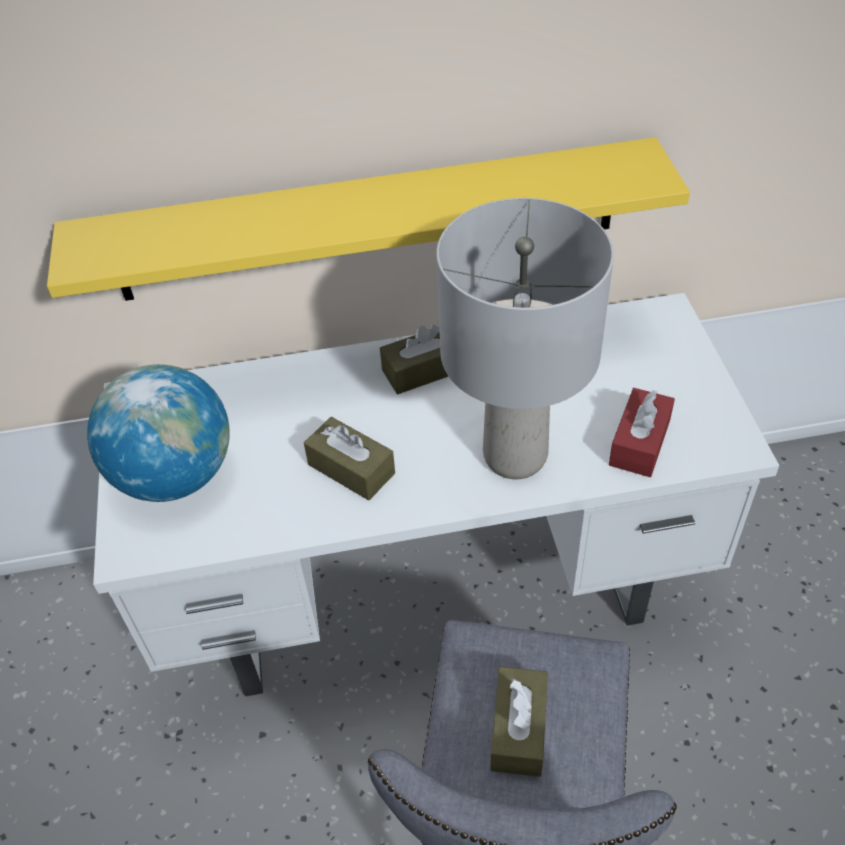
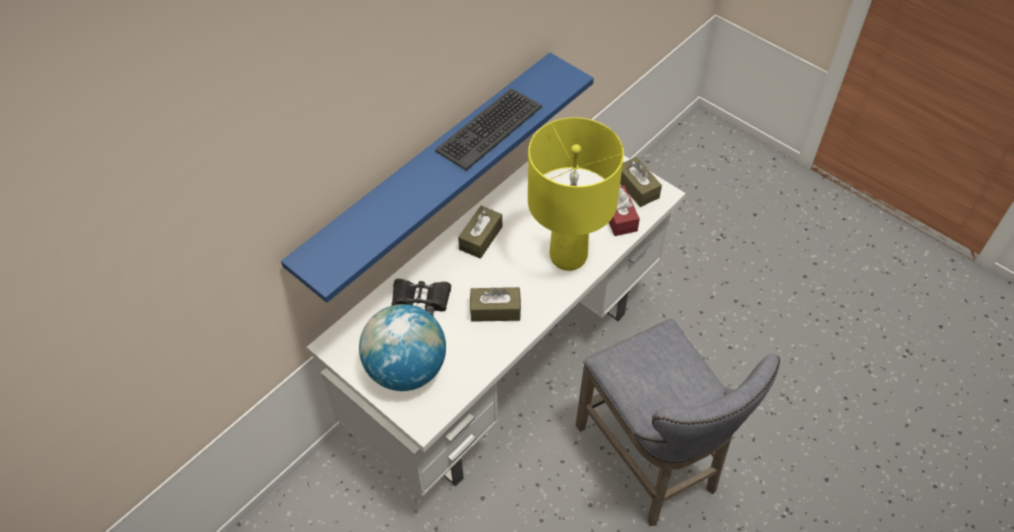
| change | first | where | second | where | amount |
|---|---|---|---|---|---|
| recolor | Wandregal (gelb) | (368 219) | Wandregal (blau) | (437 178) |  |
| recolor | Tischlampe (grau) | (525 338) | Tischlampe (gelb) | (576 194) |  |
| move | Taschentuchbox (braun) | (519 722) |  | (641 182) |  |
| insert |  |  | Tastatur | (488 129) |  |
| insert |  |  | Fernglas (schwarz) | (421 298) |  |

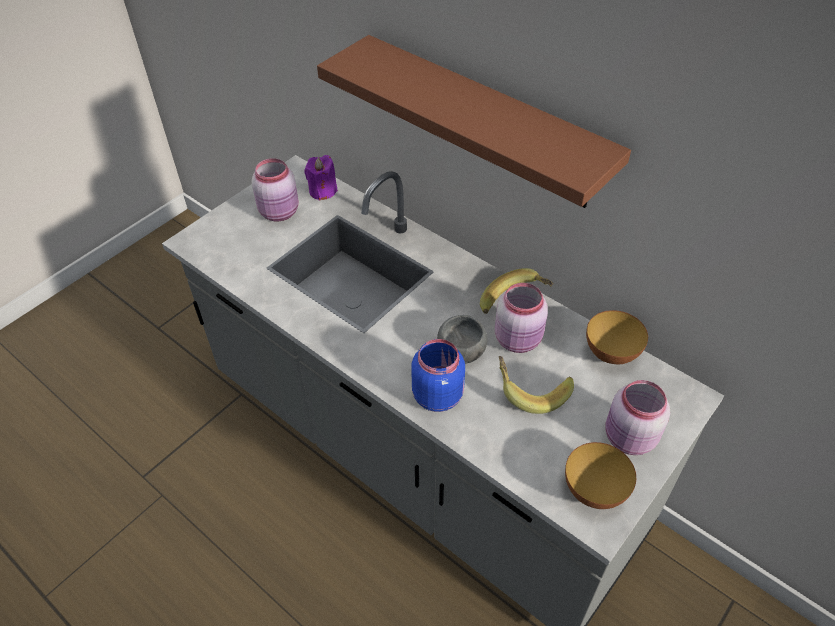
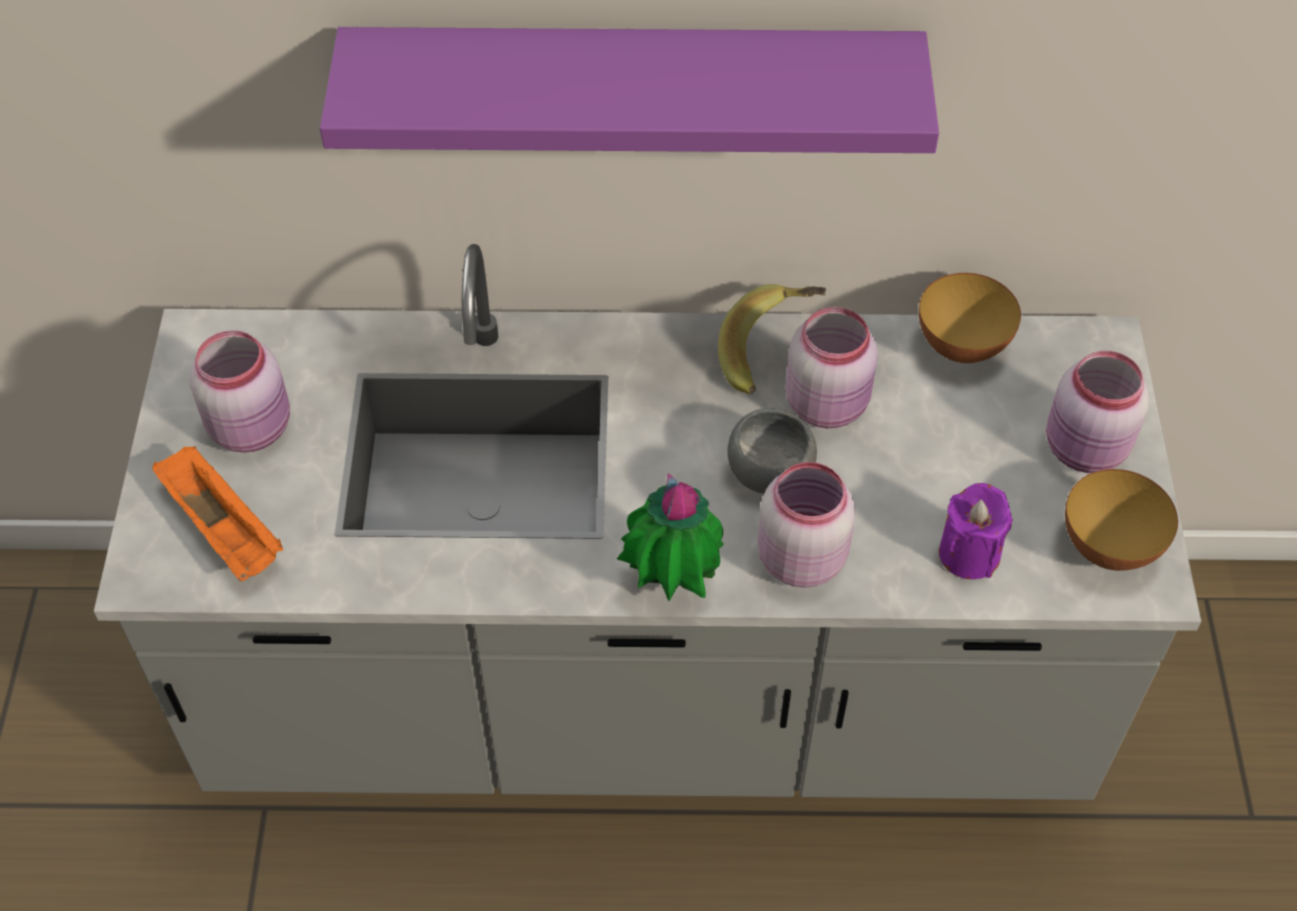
| change | first | where | second | where | amount |
|---|---|---|---|---|---|
| recolor | Wandregal (braun) | (474 121) | Wandregal (lila) | (629 90) |  |
| move | Kerze (lila) | (321 178) |  | (975 531) |  |
| recolor | Vorratsglas (blau) | (438 375) | Vorratsglas (rosa) | (806 525) |  |
| delete | Banane | (536 385) |  |  |  |
| insert |  |  | Tablett (orange) | (218 513) |  |
| insert |  |  | Topfpflanze | (670 537) |  |

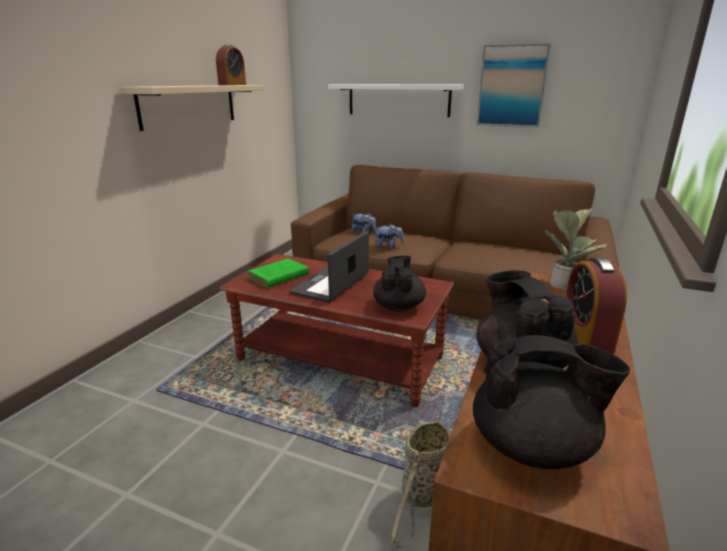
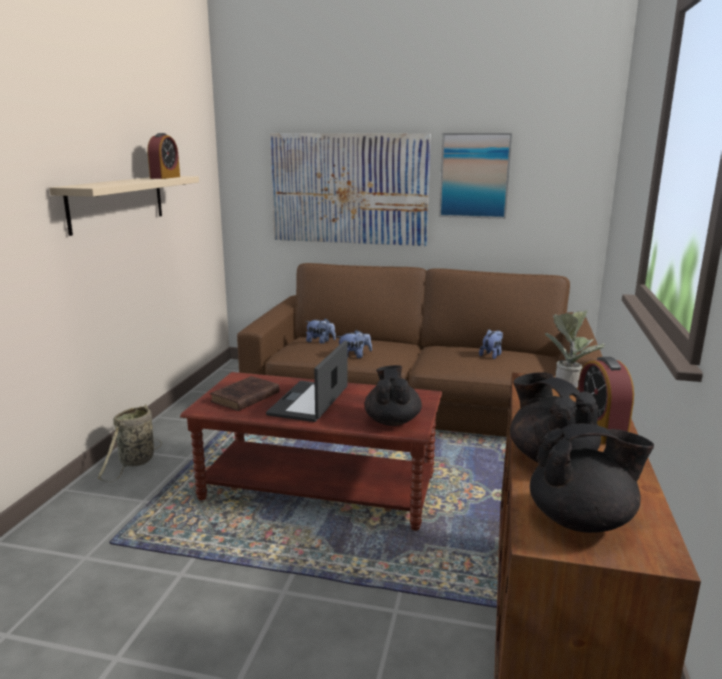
| change | first | where | second | where | amount |
|---|---|---|---|---|---|
| replace | Wandregal (weiß) | (396 100) | Bild | (350 189) |  |
| recolor | Buch (grün) | (278 273) | Buch (braun) | (245 393) |  |
| move | Korb | (421 481) |  | (130 443) |  |
| insert |  |  | Plüschtier | (491 344) |  |

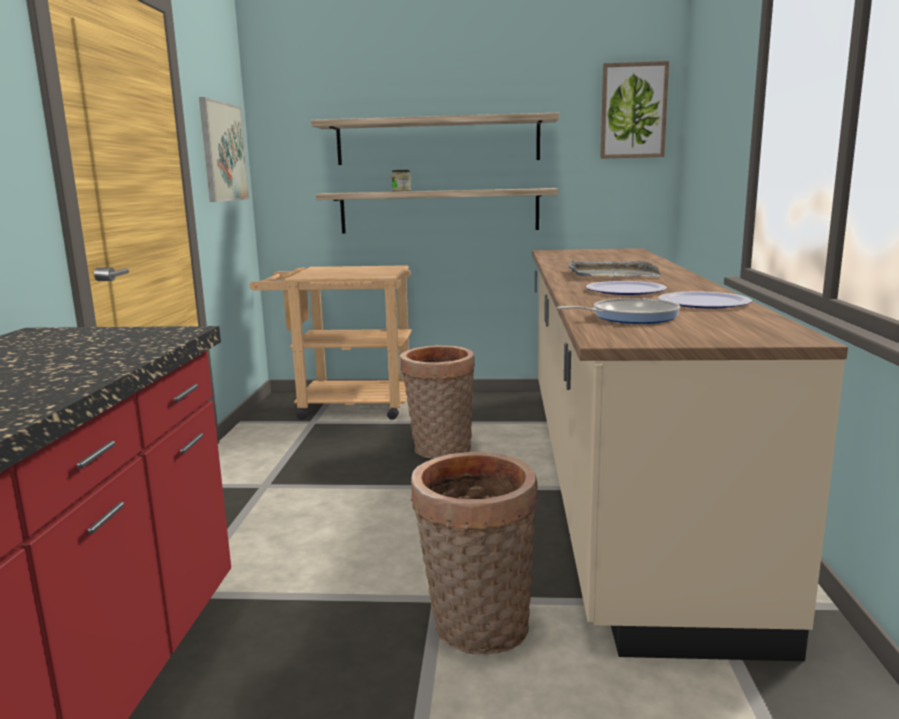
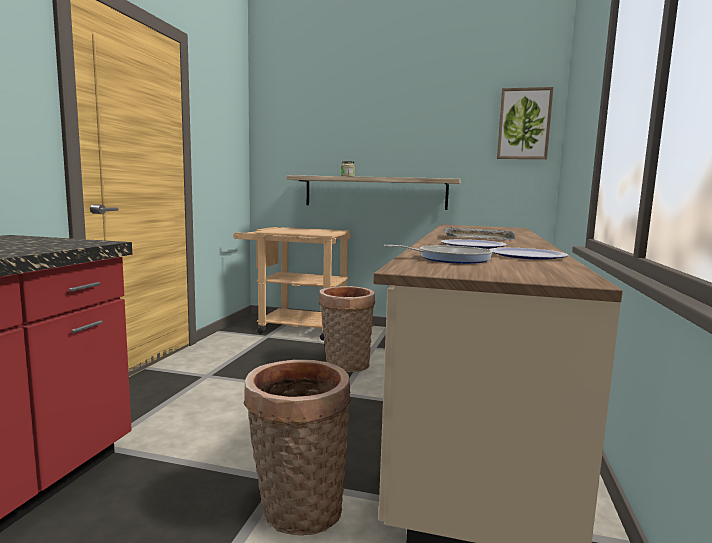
| change | first | where | second | where | amount |
|---|---|---|---|---|---|
| delete | Bild | (224 149) |  |  |  |
| delete | Wandregal | (435 138) |  |  |  |

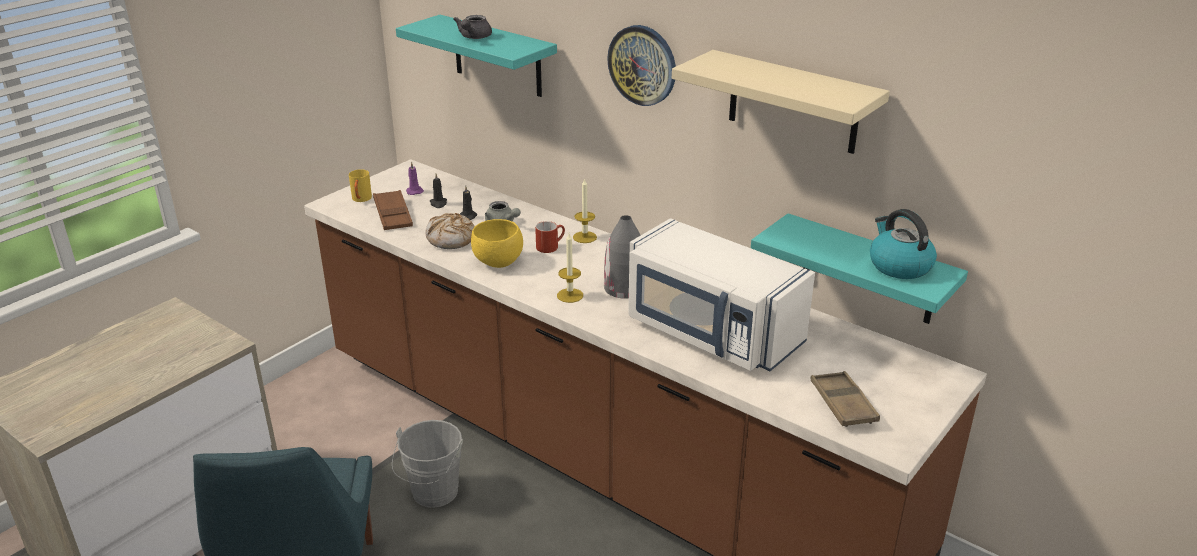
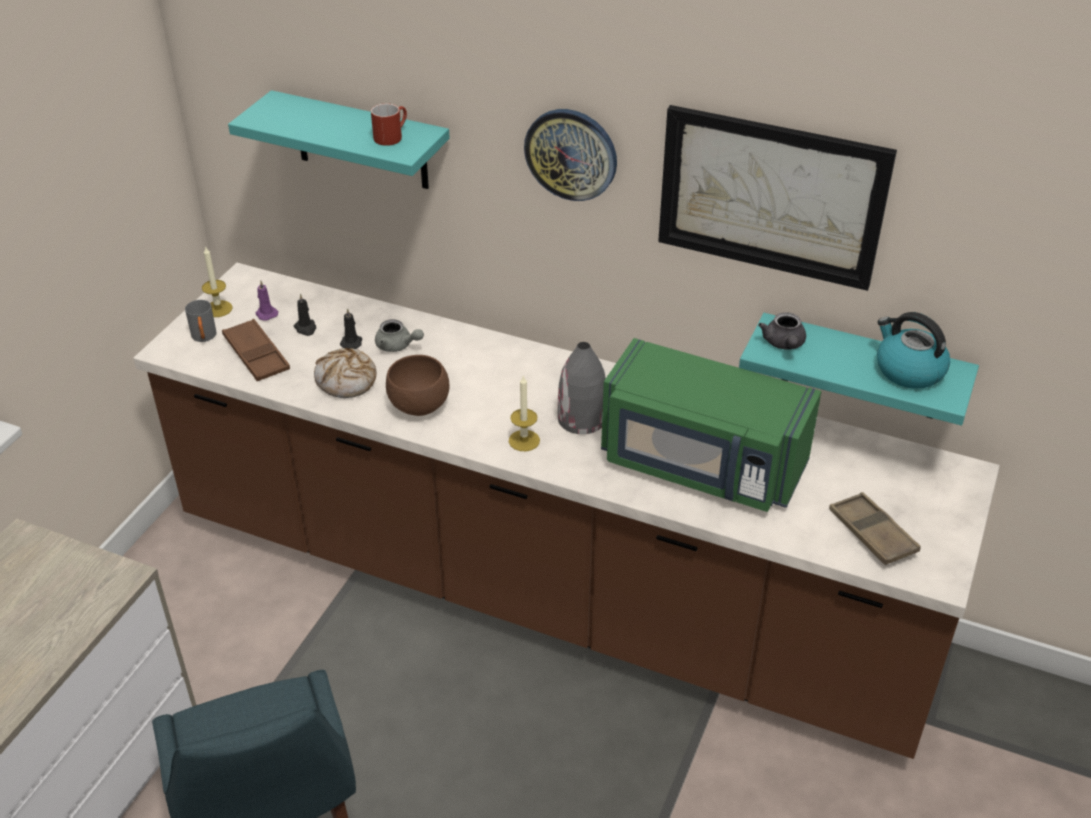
| change | first | where | second | where | amount |
|---|---|---|---|---|---|
| move | Teekanne (grau) | (472 27) |  | (782 331) |  |
| replace | Wandregal (beige) | (781 102) | Bild | (777 198) |  |
| recolor | Henkelbecher (gelb) | (360 185) | Henkelbecher (grau) | (200 321) |  |
| move | Kerze | (585 210) |  | (217 281) |  |
| recolor | Mikrowelle (weiß) | (721 294) | Mikrowelle (grün) | (711 425) |  |
| recolor | Schüssel (gelb) | (497 243) | Schüssel (braun) | (417 385) |  |
| move | Henkelbecher (rot) | (550 237) |  | (389 124) |  |
| delete | Eimer (grau) | (427 464) |  |  |  |

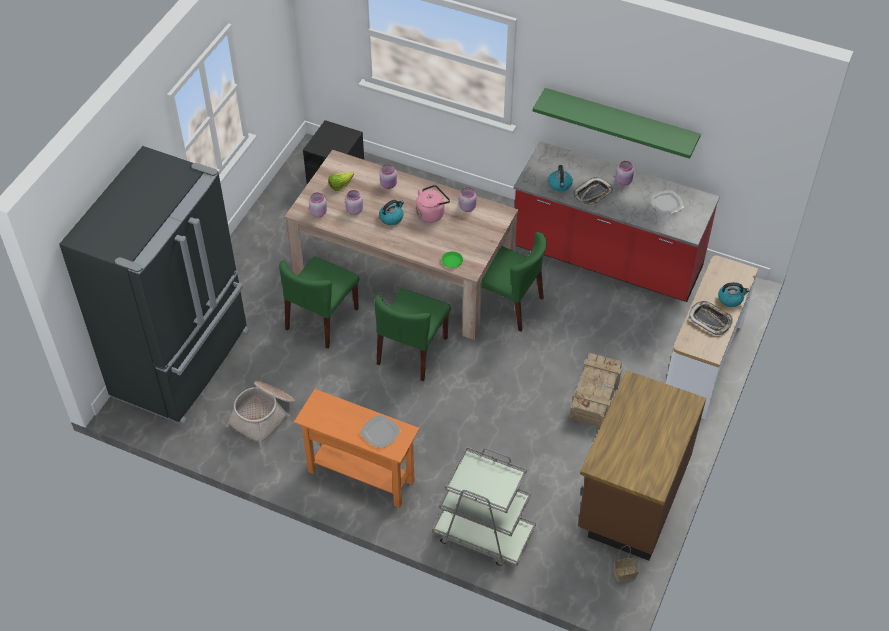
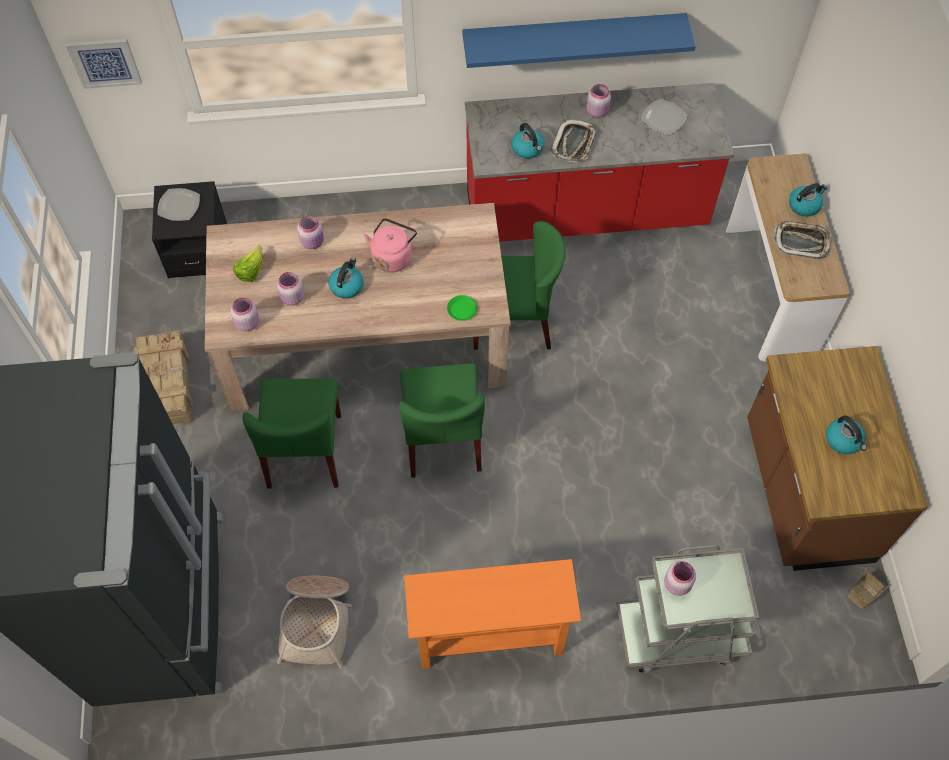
| change | first | where | second | where | amount |
|---|---|---|---|---|---|
| recolor | Wandregal (grün) | (617 123) | Wandregal (blau) | (579 40) |  |
| move | Vorratsglas (rosa) | (467 199) |  | (680 578) |  |
| move | Kiste | (595 390) |  | (163 377) |  |
| move | Teller | (380 432) |  | (179 204) |  |
| insert |  |  | Bild | (104 63) |  |
| insert |  |  | Wasserkessel | (846 434) |  |

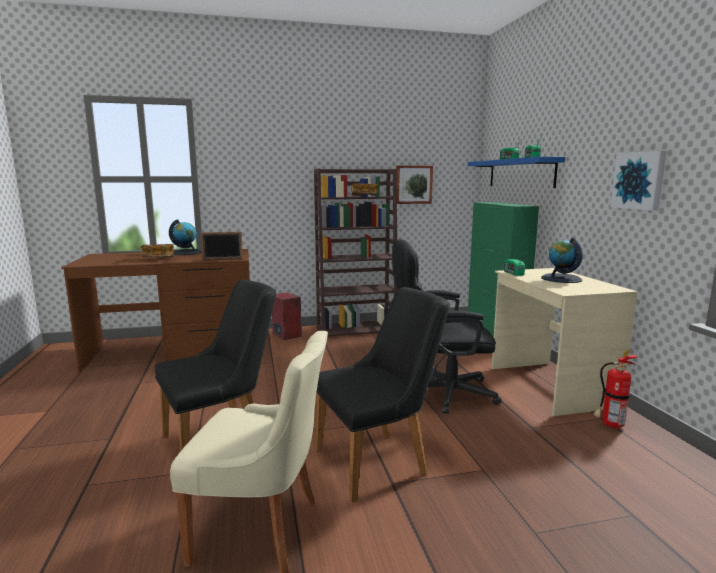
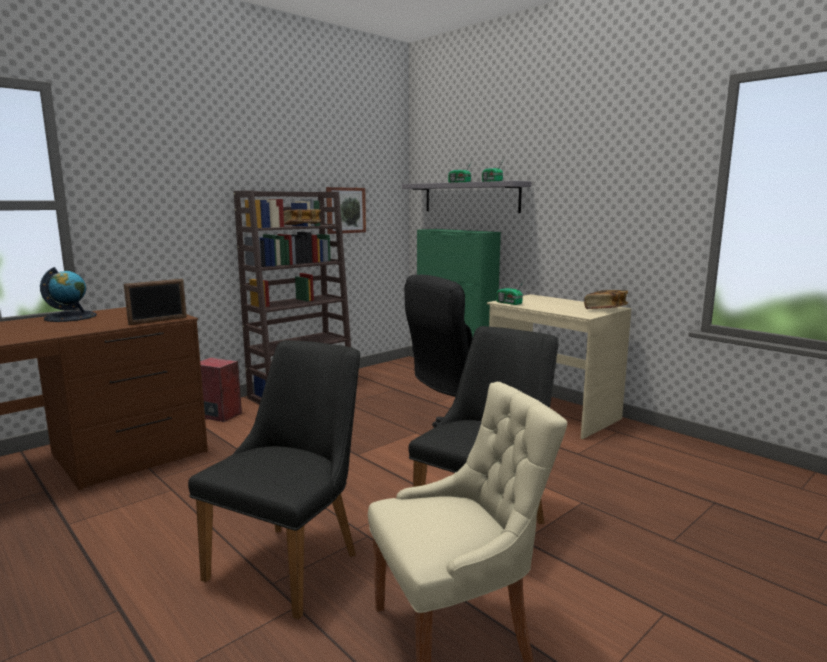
| change | first | where | second | where | amount |
|---|---|---|---|---|---|
| delete | Bild | (638 181) |  |  |  |
| recolor | Wandregal (blau) | (516 172) | Wandregal (grau) | (466 197) |  |
| delete | Globus | (562 260) |  |  |  |
| move | Buch | (157 250) |  | (606 299) |  |
| delete | Feuerlöscher | (615 389) |  |  |  |

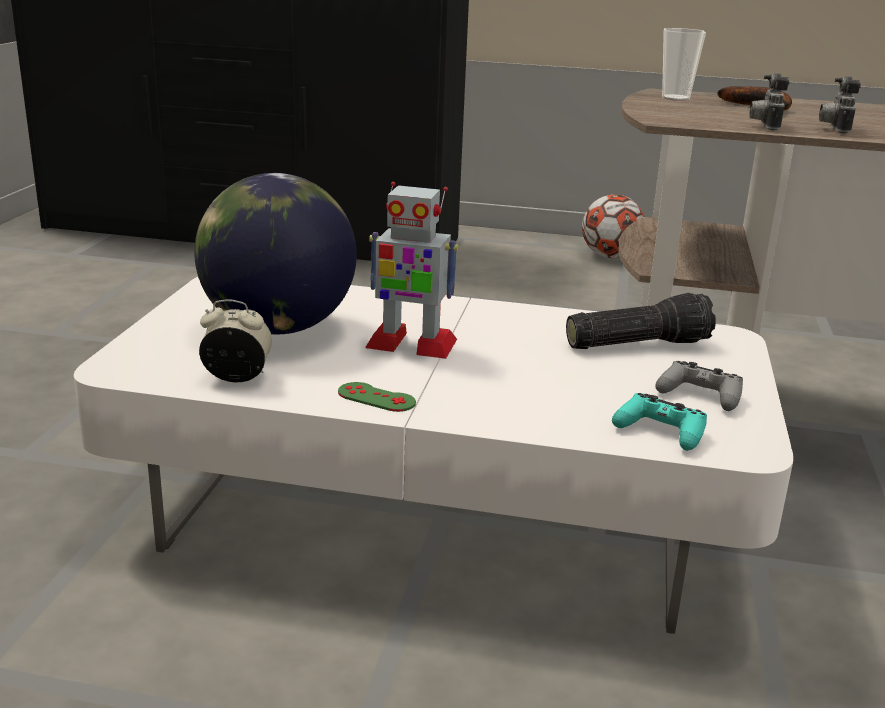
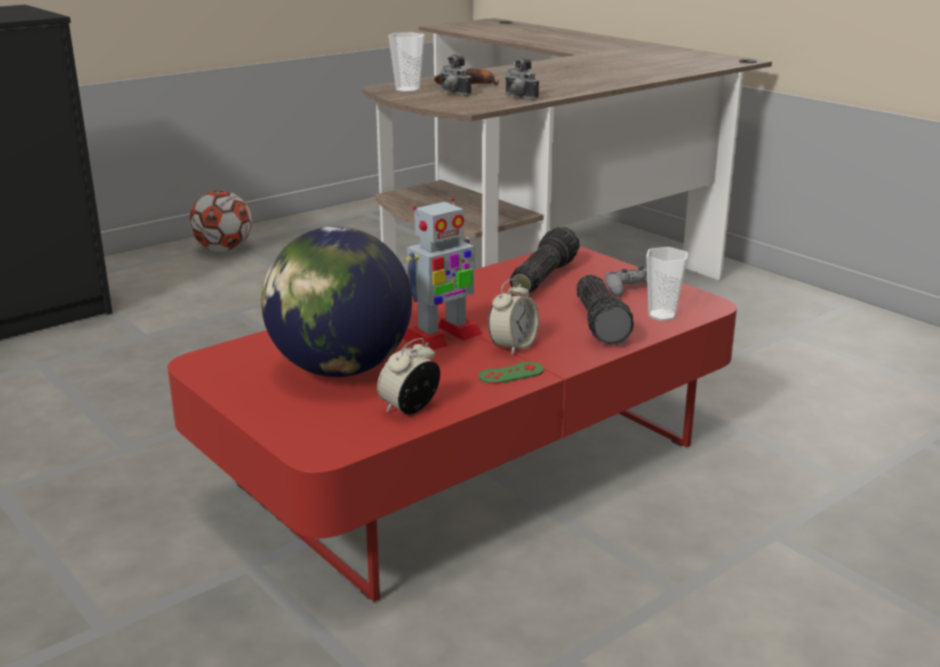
| change | first | where | second | where | amount |
|---|---|---|---|---|---|
| move | Kamera | (840 105) |  | (455 75) |  |
| recolor | Couchtisch (weiß) | (434 455) | Couchtisch (rot) | (452 424) |  |
| replace | Gamepad (türkis) | (659 422) | Tasse | (667 284) |  |
| insert |  |  | Taschenlampe | (605 310) |  |
| insert |  |  | Wecker | (513 317) |  |

